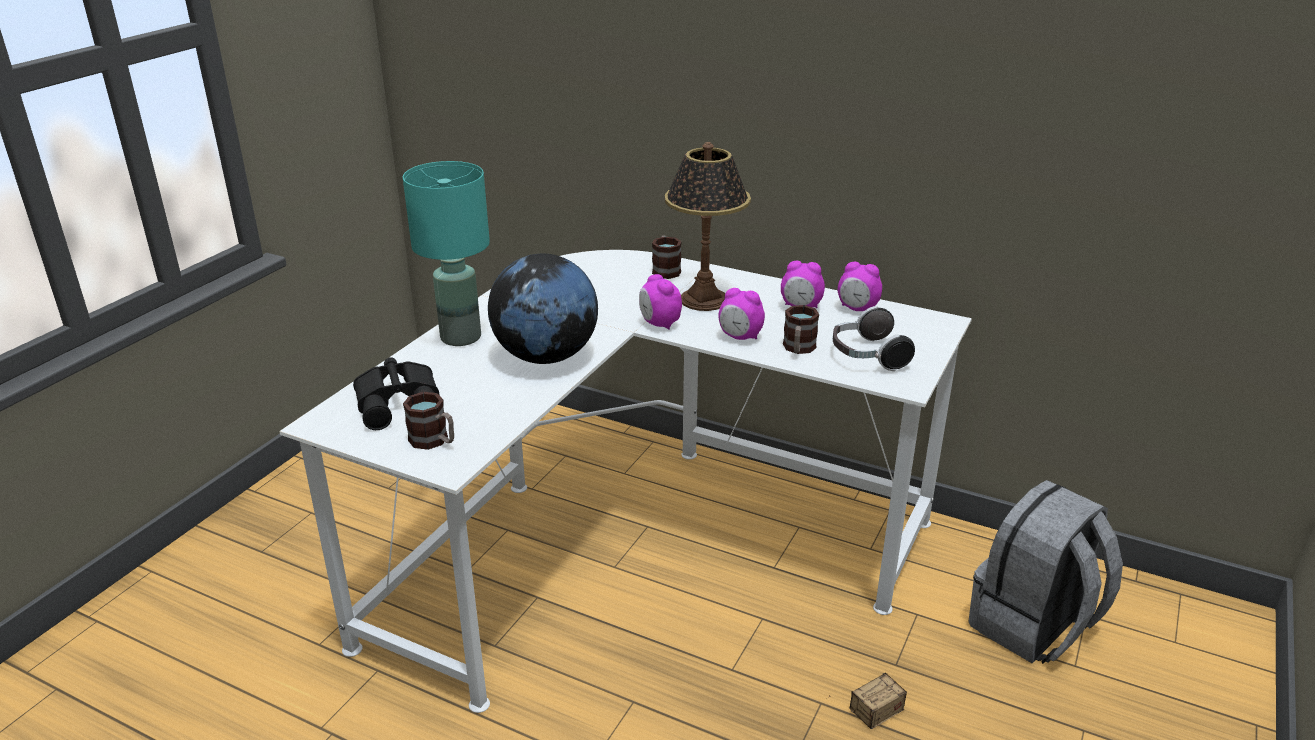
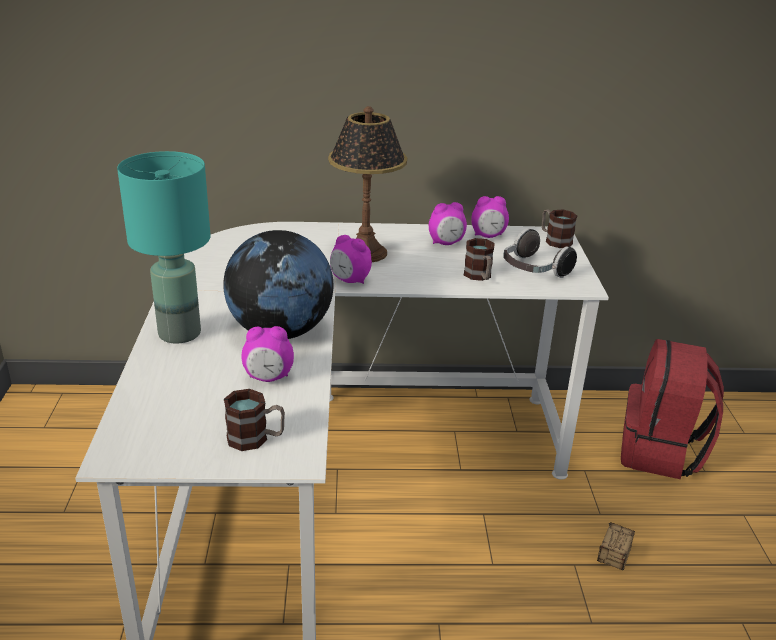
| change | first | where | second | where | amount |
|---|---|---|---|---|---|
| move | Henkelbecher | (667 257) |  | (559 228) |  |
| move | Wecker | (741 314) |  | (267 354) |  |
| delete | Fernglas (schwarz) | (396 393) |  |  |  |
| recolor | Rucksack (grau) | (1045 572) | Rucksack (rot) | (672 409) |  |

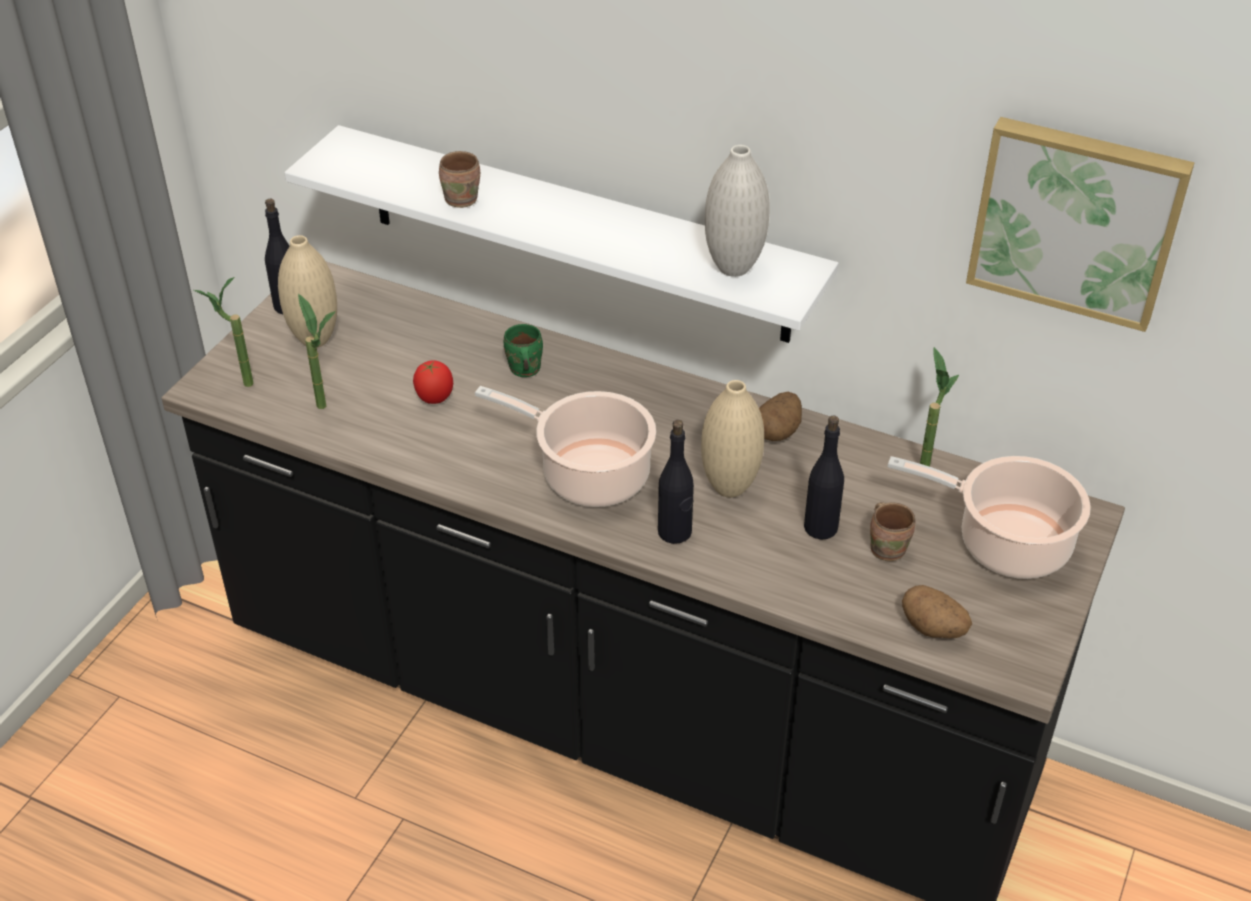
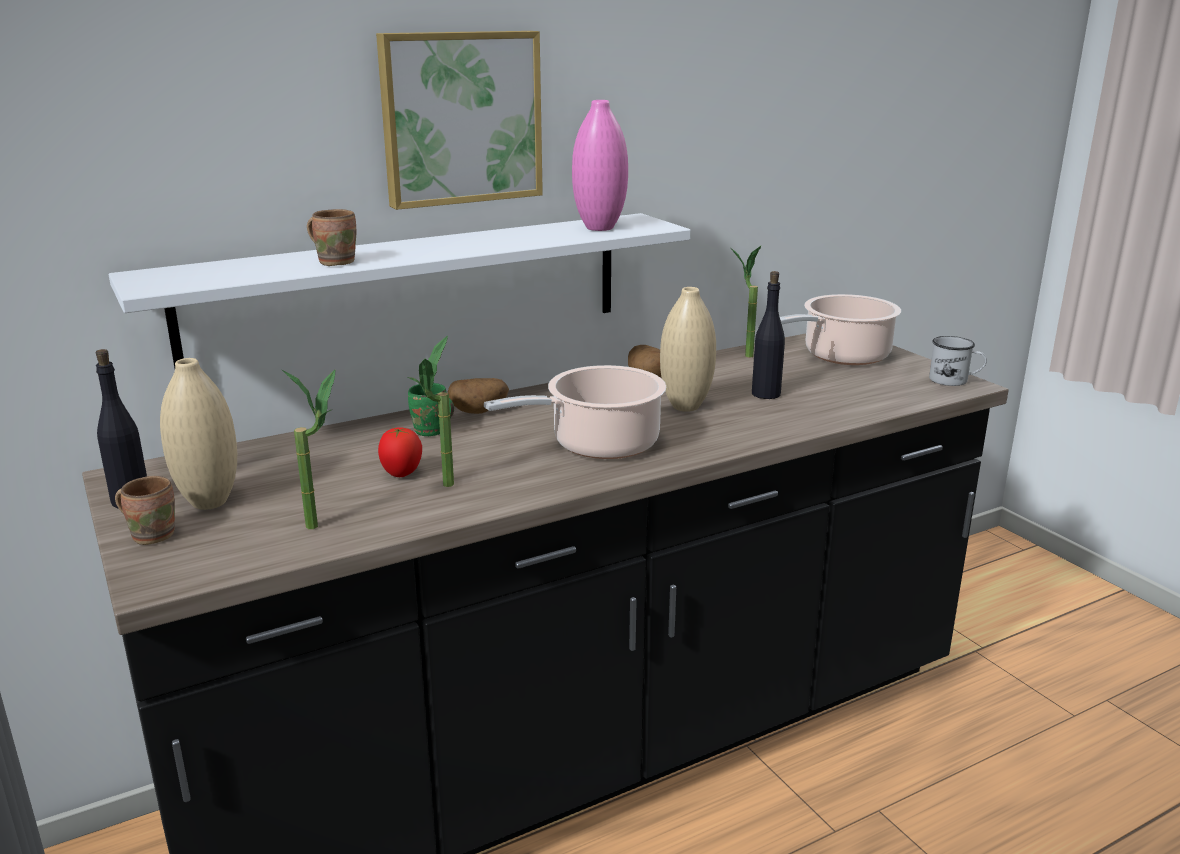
| change | first | where | second | where | amount |
|---|---|---|---|---|---|
| move | Bild | (1080 224) |  | (459 120) |  |
| recolor | Vase (weiß) | (737 211) | Vase (rosa) | (600 165) |  |
| move | Topfpflanze | (224 332) |  | (430 411) |  |
| delete | Flasche (schwarz) | (676 482) |  |  |  |
| move | Henkelbecher (braun) | (892 531) |  | (145 510) |  |
| move | Kartoffel | (937 611) |  | (478 396) |  |
| insert |  |  | Henkelbecher (weiß) | (958 361) |  |

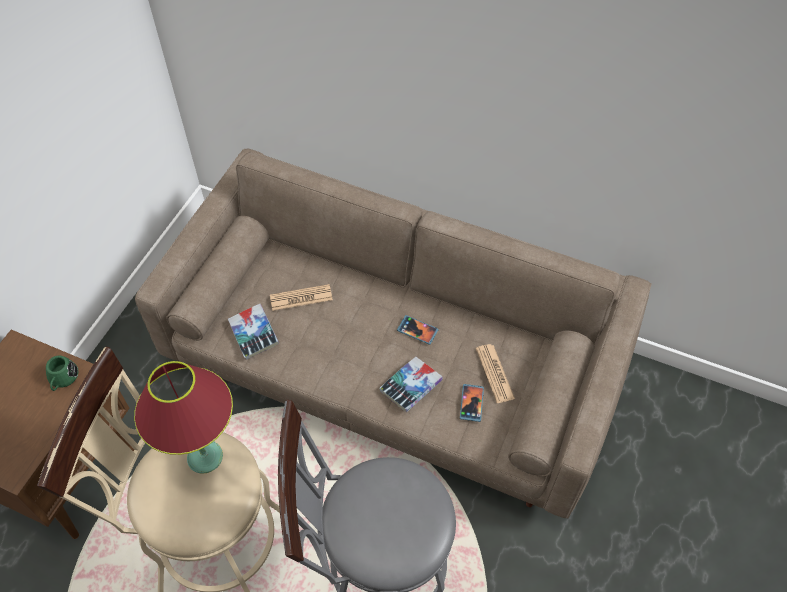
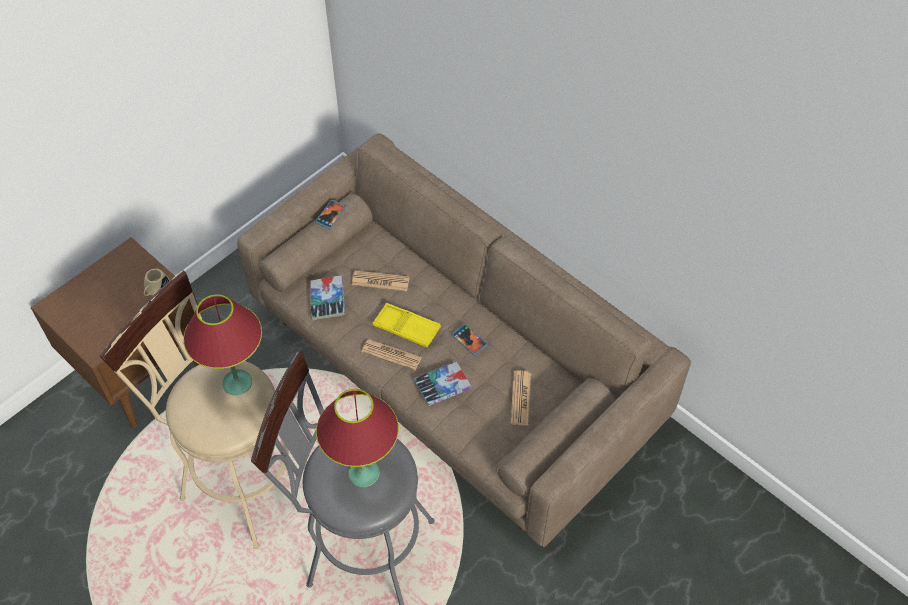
| change | first | where | second | where | amount |
|---|---|---|---|---|---|
| recolor | Henkelbecher (grün) | (62 373) | Henkelbecher (beige) | (157 282) |  |
| move | Handy | (472 403) |  | (331 214) |  |
| insert |  |  | Tablett (gelb) | (406 325) |  |
| insert |  |  | Zeitung | (391 354) |  |
| insert |  |  | Tischlampe (rot) | (357 438) |  |

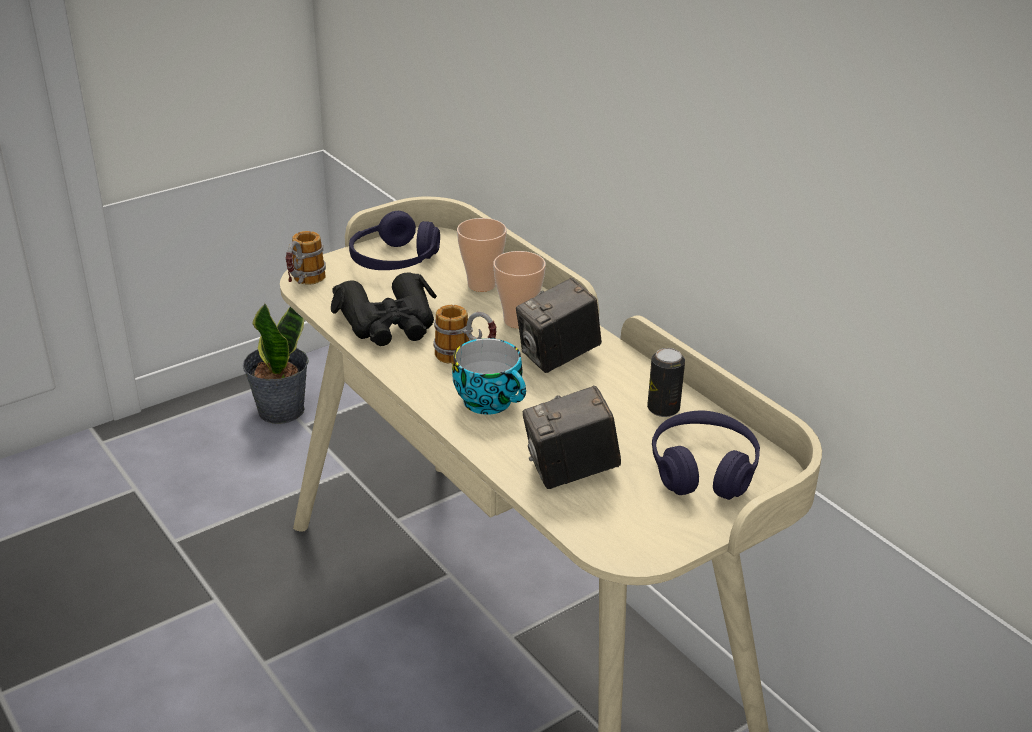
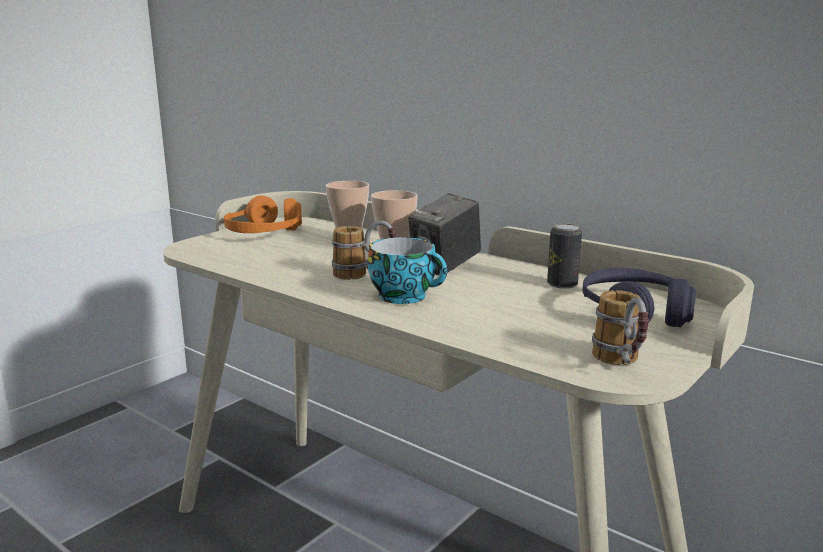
| change | first | where | second | where | amount |
|---|---|---|---|---|---|
| recolor | Kopfhörer (lila) | (394 240) | Kopfhörer (orange) | (263 214) |  |
| move | Henkelbecher | (305 258) |  | (620 327) |  |
| delete | Fernglas (schwarz) | (384 309) |  |  |  |
| delete | Topfpflanze | (276 363) |  |  |  |
| delete | Kamera | (572 437) |  |  |  |

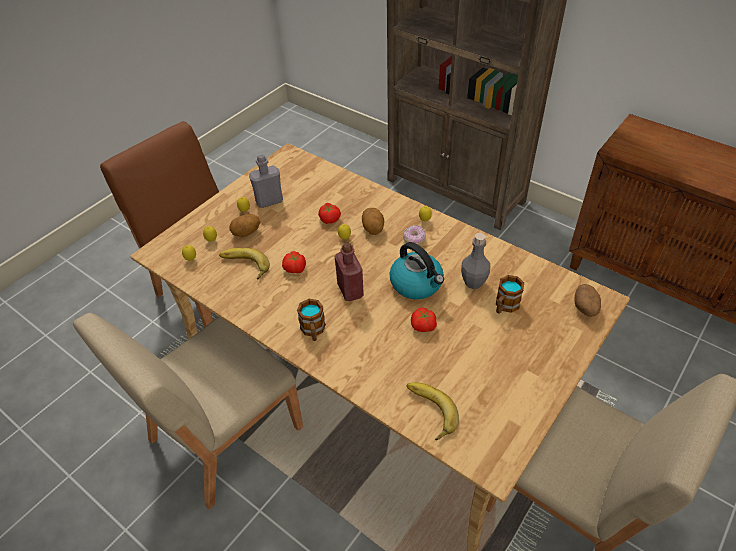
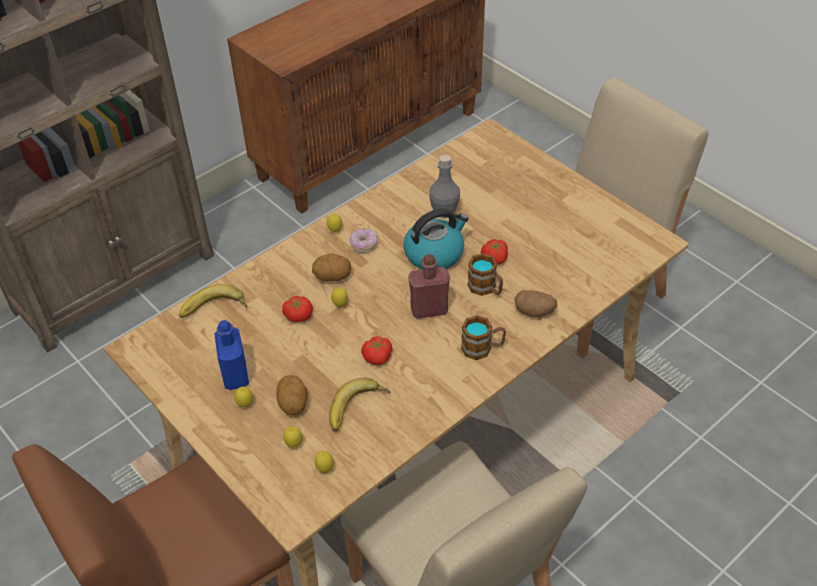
| change | first | where | second | where | amount |
|---|---|---|---|---|---|
| recolor | Flasche (grau) | (266 181) | Flasche (blau) | (231 355) |  |
| move | Henkelbecher | (510 294) |  | (485 274) |  |
| move | Kartoffel | (588 300) |  | (536 304) |  |
| move | Banane | (433 411) |  | (213 301) |  |

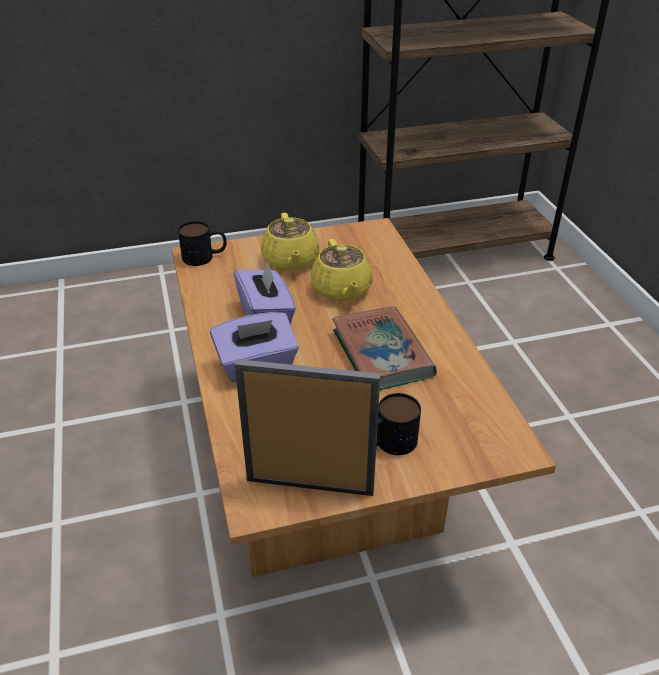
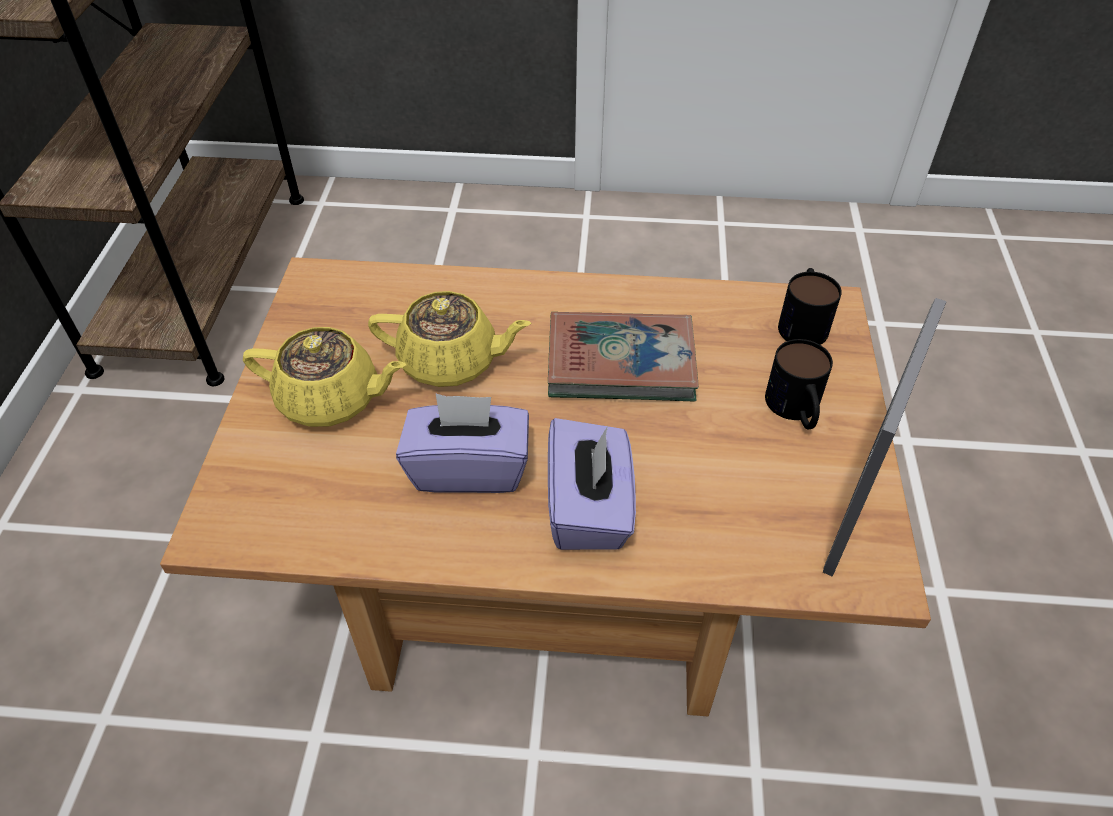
| change | first | where | second | where | amount |
|---|---|---|---|---|---|
| move | Henkelbecher | (202 243) |  | (810 306) |  |

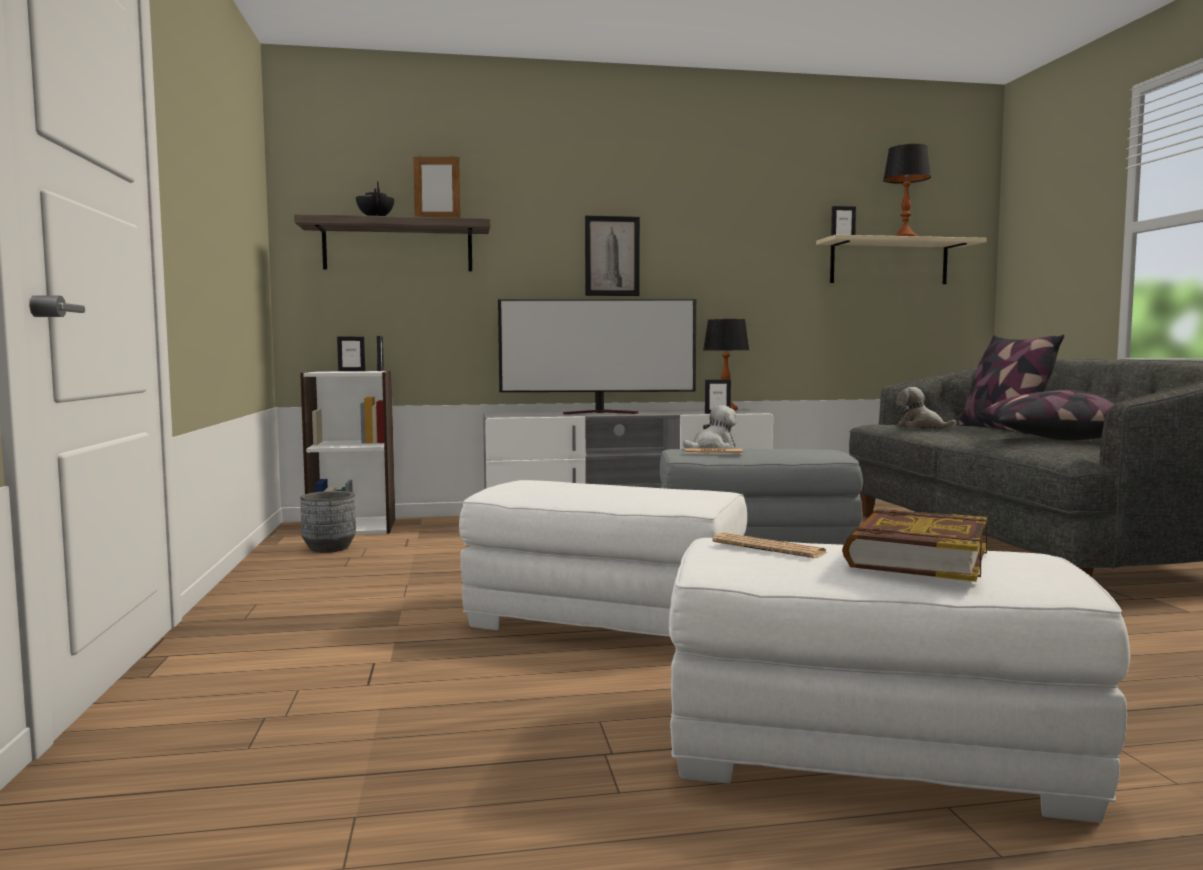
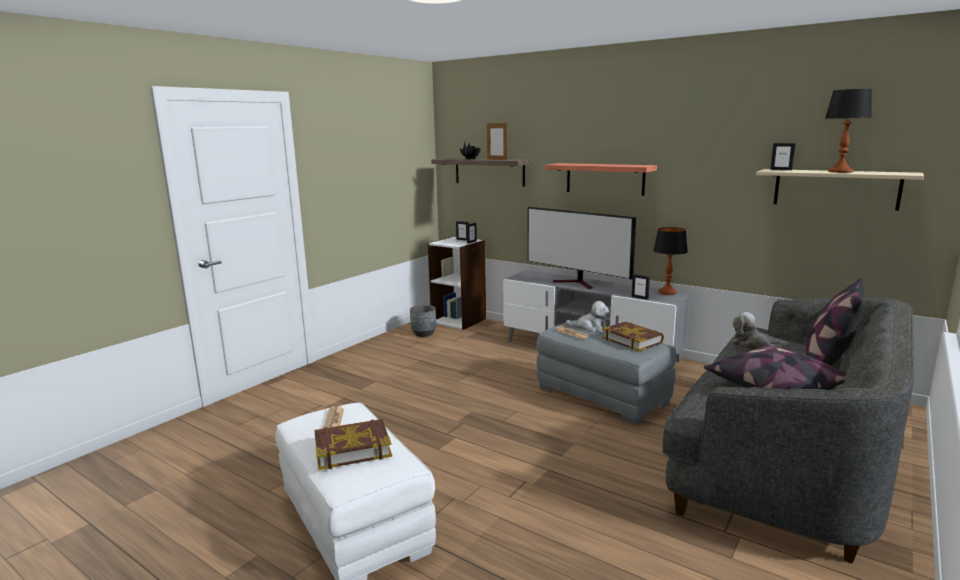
| change | first | where | second | where | amount |
|---|---|---|---|---|---|
| replace | Bild | (612 255) | Wandregal | (601 179) |  |
| rotate | Plüschtier | (926 408) |  | (757 330) | 45 degrees counterclockwise |
| delete | Polsterhocker (weiß) | (603 558) |  |  |  |
| insert |  |  | Buch | (633 336) |  |

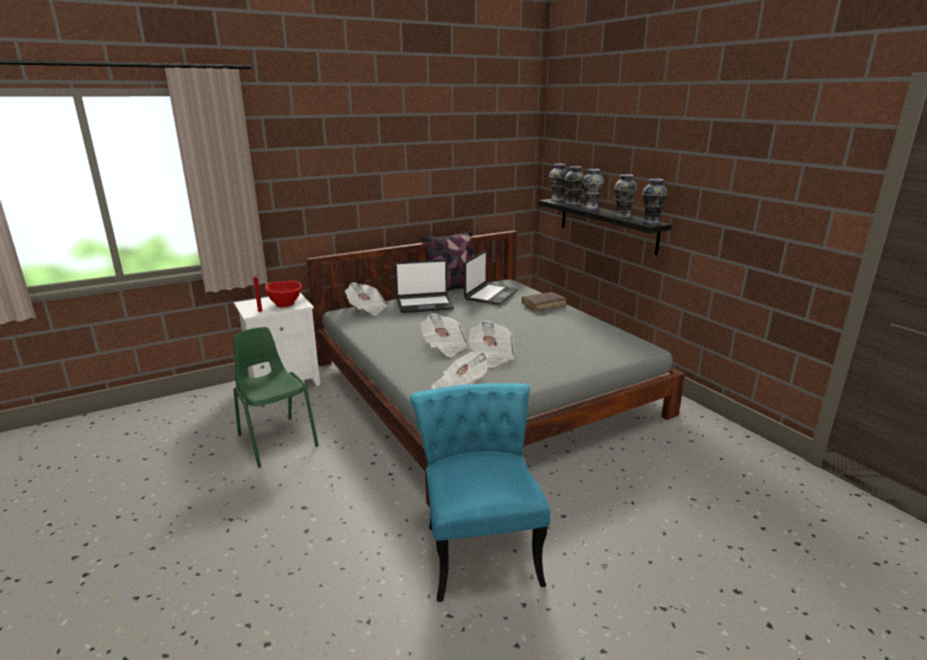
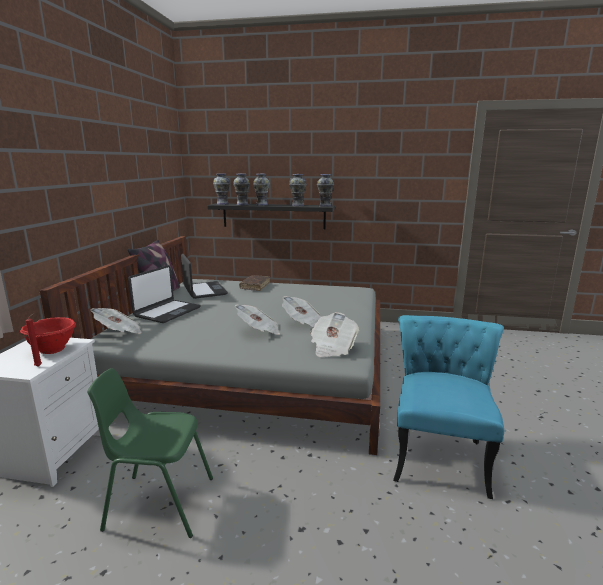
| change | first | where | second | where | amount |
|---|---|---|---|---|---|
| rotate | Stuhl (türkis) | (480 492) |  | (449 407) | 75 degrees clockwise |

